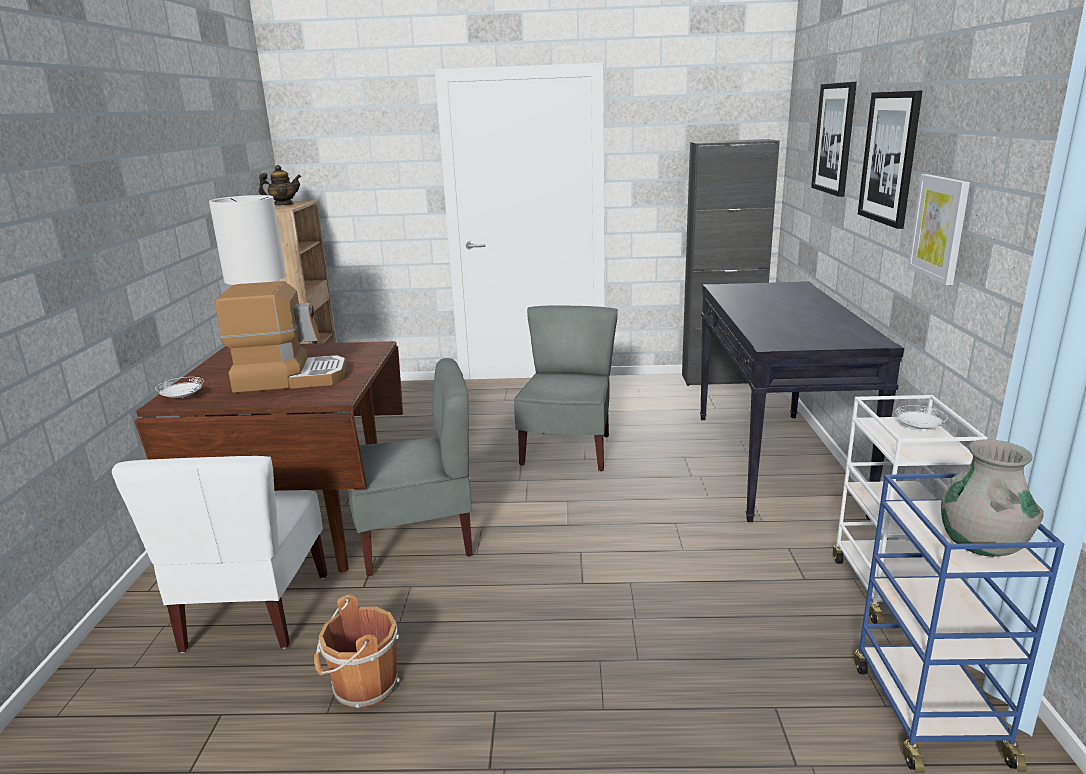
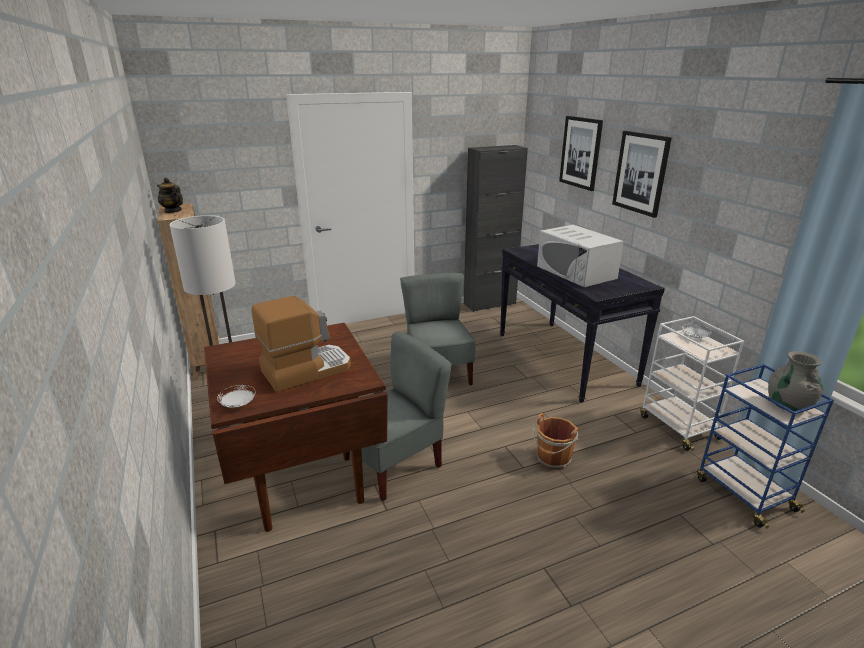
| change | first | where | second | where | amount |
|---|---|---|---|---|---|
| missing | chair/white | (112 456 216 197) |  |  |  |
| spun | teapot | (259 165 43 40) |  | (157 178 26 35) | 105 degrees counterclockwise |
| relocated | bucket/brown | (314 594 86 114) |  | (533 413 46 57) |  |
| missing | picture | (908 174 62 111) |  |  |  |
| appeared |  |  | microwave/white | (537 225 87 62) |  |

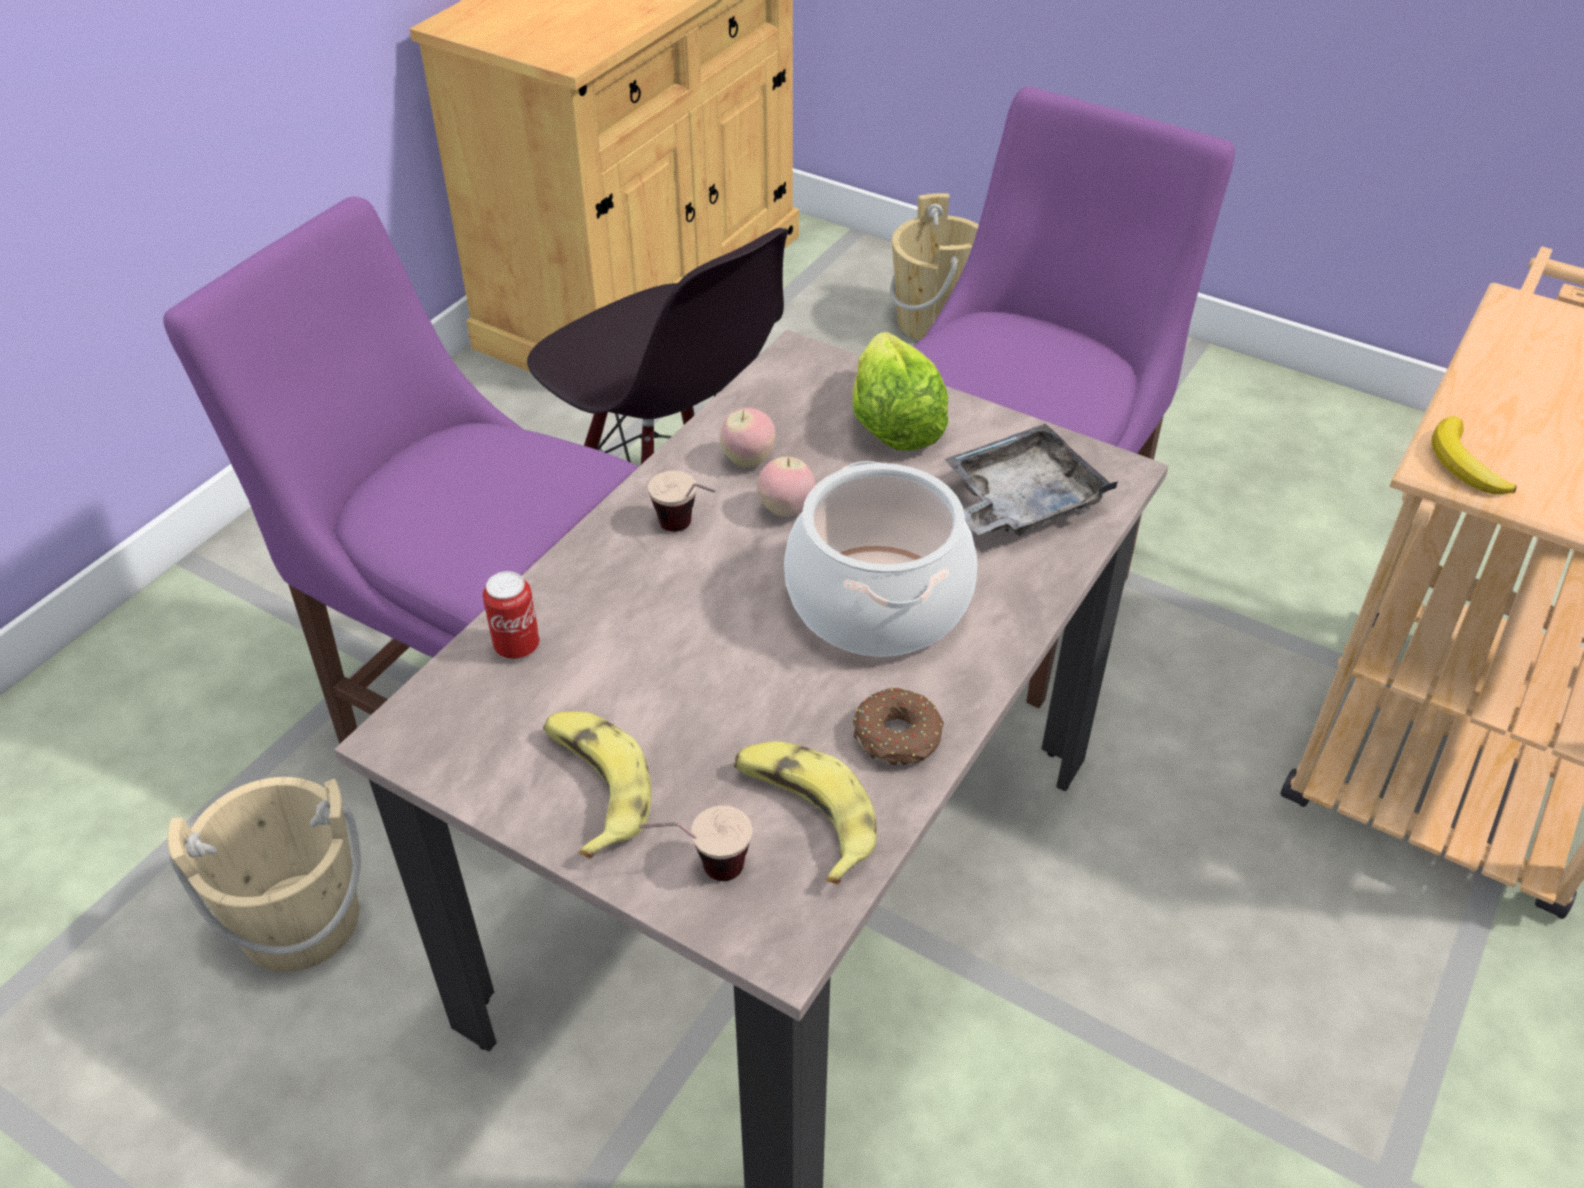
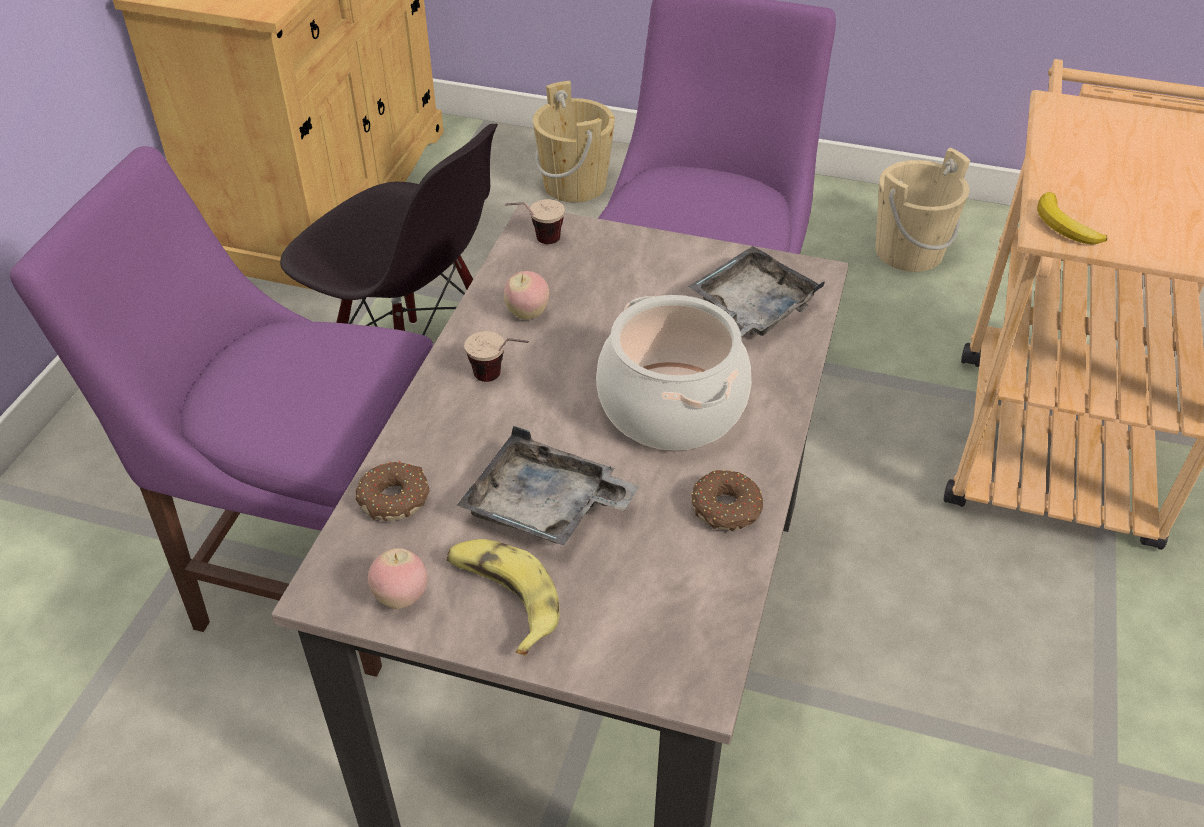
| change | first | where | second | where | amount |
|---|---|---|---|---|---|
| relocated | bucket/beige | (168 777 193 195) |  | (876 148 94 124) |  |
| exchanged | can | (483 571 57 89) | donut | (356 461 74 60) |  |
| relocated | cup | (639 805 114 76) |  | (505 199 60 45) |  |
| missing | banana | (734 741 143 144) |  |  |  |
| relocated | apple | (757 457 58 60) |  | (368 548 59 61) |  |
| missing | lettuce | (853 332 96 119) |  |  |  |
| appeared |  |  | tray/grey | (457 426 182 119) |  |

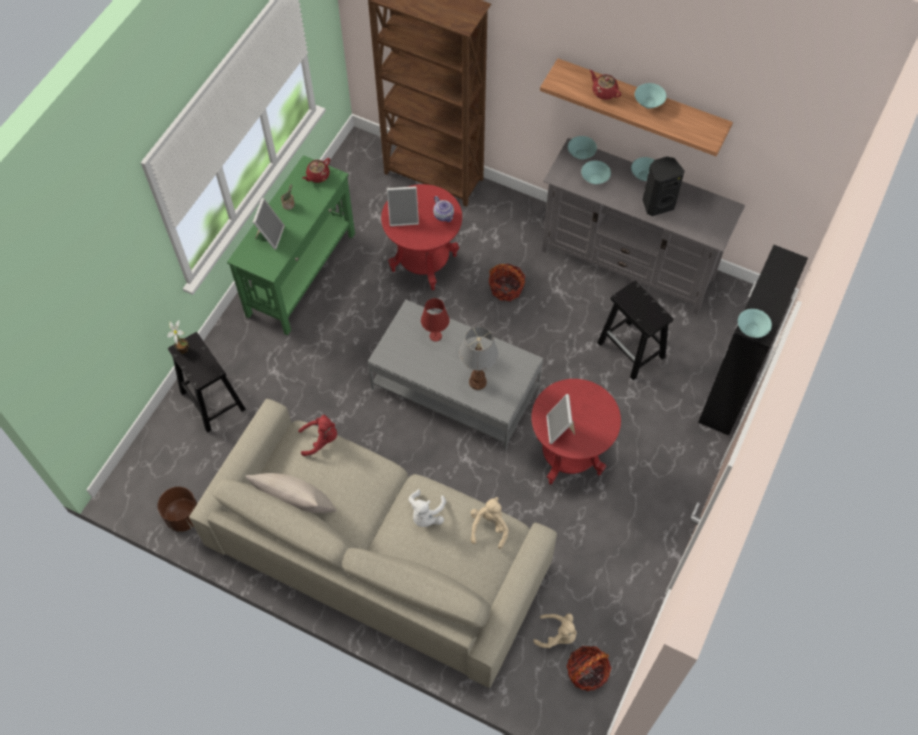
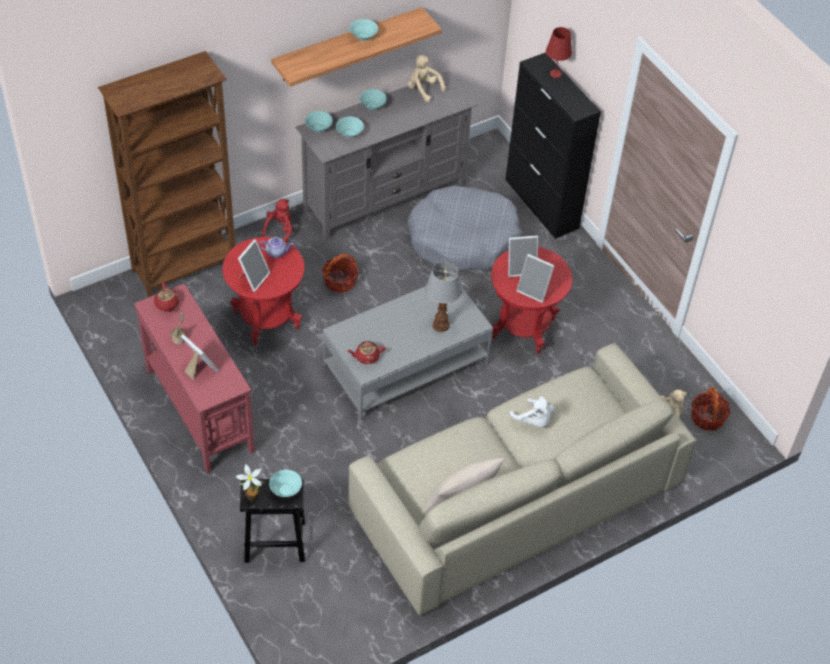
| change | first | where | second | where | amount |
|---|---|---|---|---|---|
| missing | planter/brown | (158 487 39 45) |  |  |  |
| colour | console table/green | (227 155 128 181) | console table/red | (134 284 121 189) |  |
| relocated | plush toy/red | (298 415 39 41) |  | (262 199 30 42) |  |
| relocated | table lamp/red | (421 298 28 44) |  | (546 27 26 51) |  |
| relocated | plush toy/beige | (471 497 38 52) |  | (408 55 38 47) |  |
| relocated | teapot/red | (590 70 31 30) |  | (347 341 39 23) |  |
| exchanged | stool/black | (597 281 76 99) | dog bed/grey | (407 185 115 85) |  |
| missing | speaker/black | (643 157 41 59) |  |  |  |
| relocated | bowl/turquoise | (738 309 34 29) |  | (269 470 33 27) |  |
| appeared |  |  | picture frame | (508 235 30 42) |  |

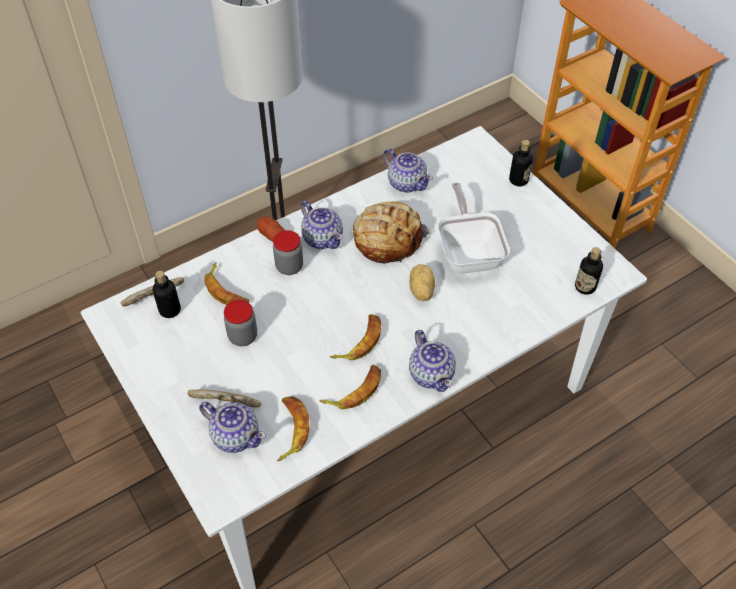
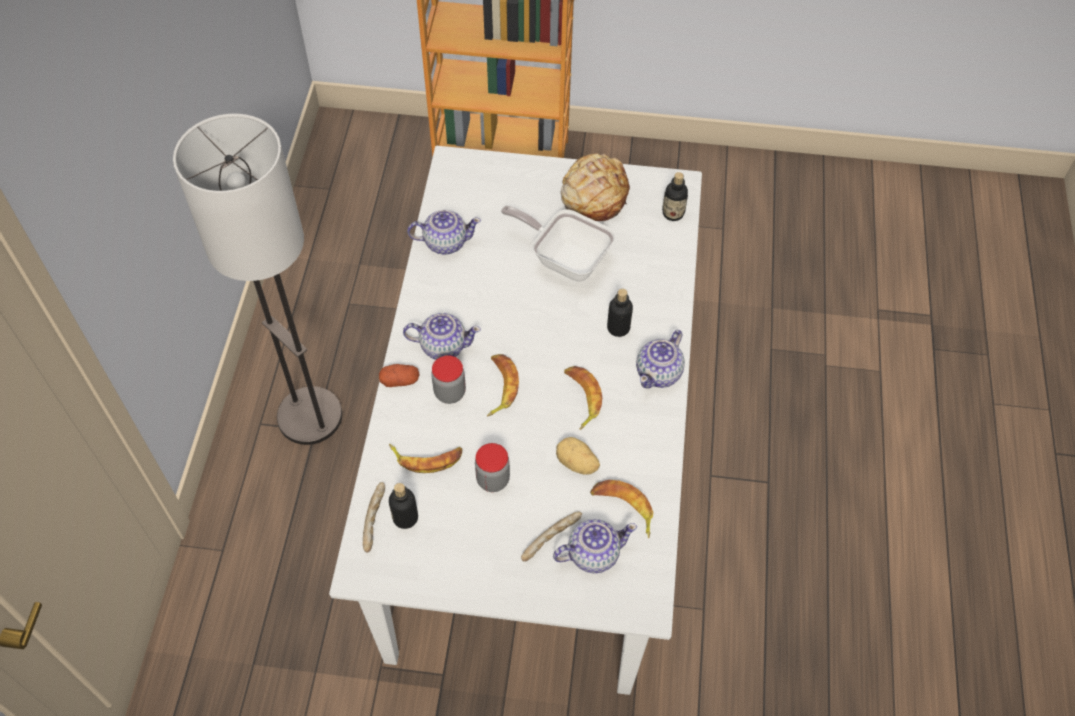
| change | first | where | second | where | amount |
|---|---|---|---|---|---|
| relocated | banana | (319 365 62 44) |  | (487 354 32 62) |  |
| relocated | bread | (353 201 79 63) |  | (561 153 69 68) |  |
| spun | teapot | (409 330 47 62) |  | (636 330 49 59) | 105 degrees clockwise |
| relocated | potato | (410 264 25 37) |  | (556 437 44 38) |  |
| relocated | bottle | (509 140 24 46) |  | (607 289 26 48) |  |

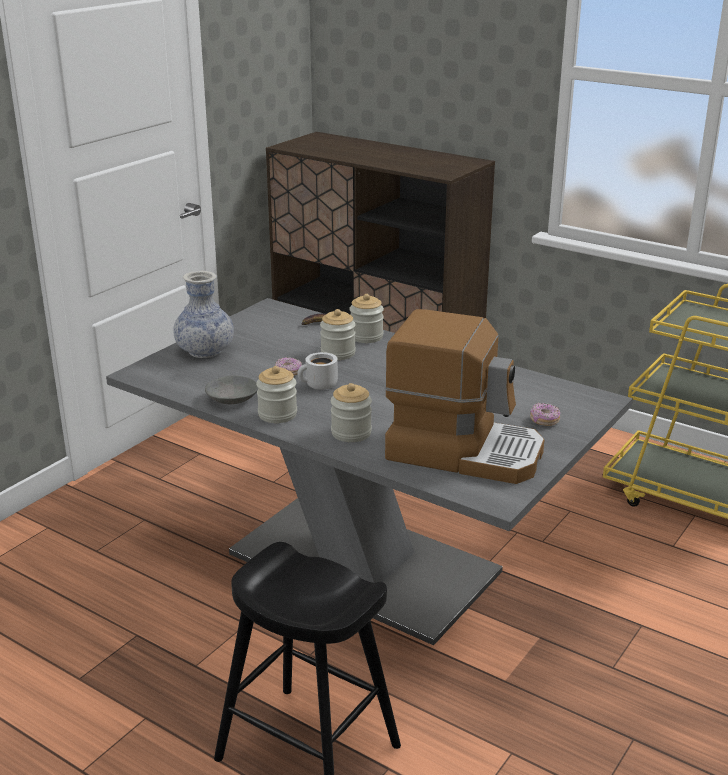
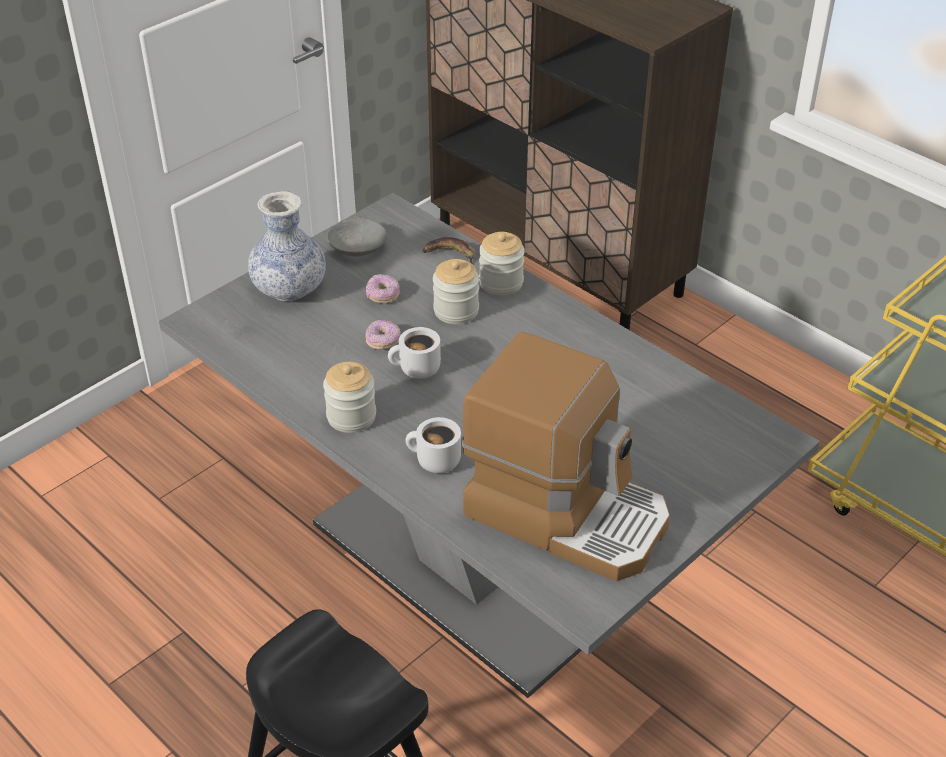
| change | first | where | second | where | amount |
|---|---|---|---|---|---|
| relocated | bowl/grey | (205 375 53 29) |  | (327 218 60 38) |  |
| exchanged | jar | (331 383 41 59) | mug/white | (406 417 55 56) |  |
| relocated | donut | (530 403 30 23) |  | (366 274 34 30) |  |

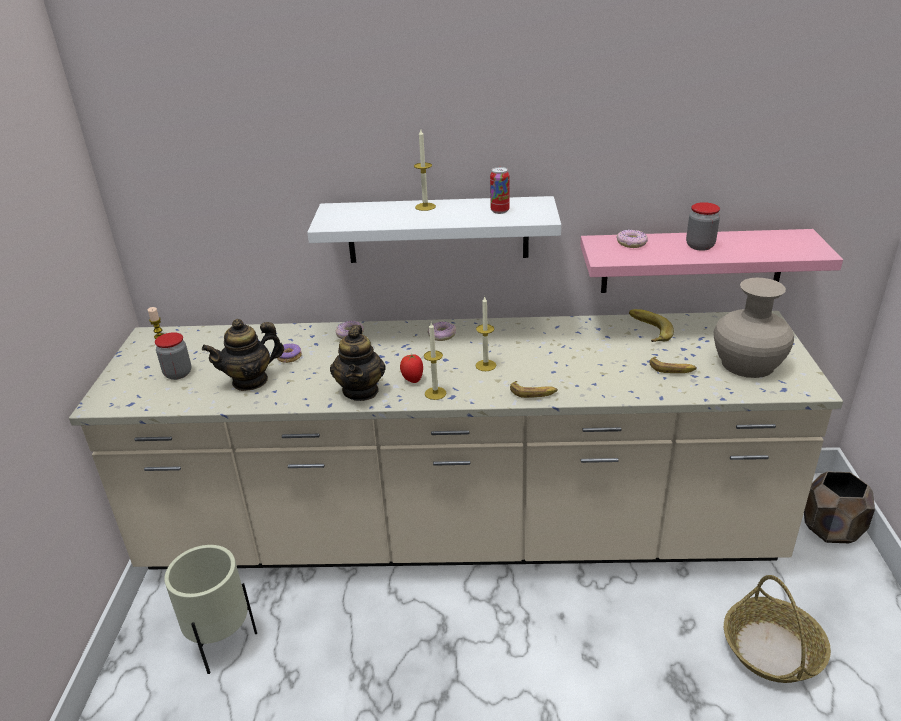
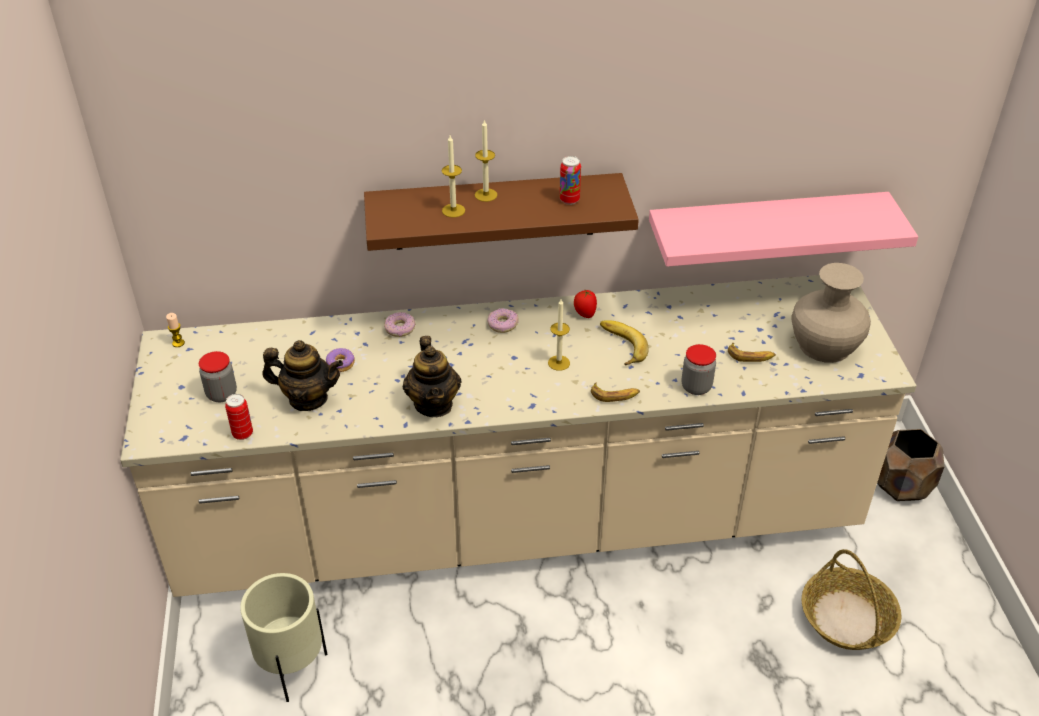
| change | first | where | second | where | amount |
|---|---|---|---|---|---|
| spun | teapot | (202 319 82 72) |  | (262 340 81 71) | 135 degrees counterclockwise |
| colour | shelf/white | (307 196 254 67) | shelf/brown | (364 173 275 78) |  |
| relocated | tomato | (400 354 23 29) |  | (574 290 23 28) |  |
| relocated | candle | (424 322 23 78) |  | (442 135 23 83) |  |
| missing | donut | (616 230 32 18) |  |  |  |
| relocated | banana | (629 309 45 33) |  | (600 320 49 45) |  |
| relocated | jar | (686 202 34 49) |  | (682 344 34 51) |  |
| appeared |  |  | can | (225 394 28 46) |  |

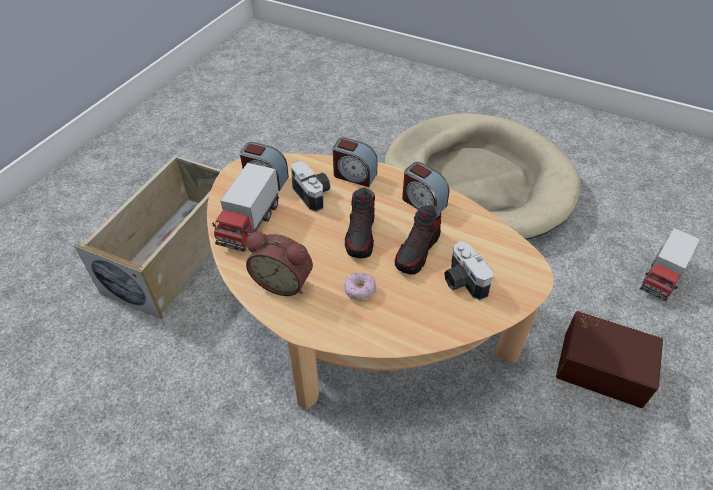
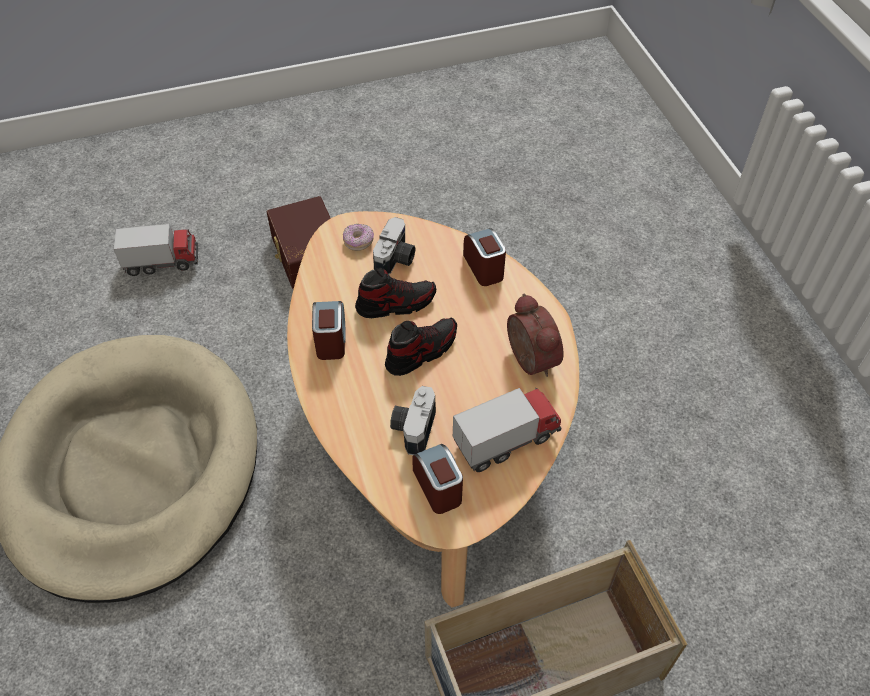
| change | first | where | second | where | amount |
|---|---|---|---|---|---|
| relocated | alarm clock | (333 138 45 49) |  | (463 228 43 58) |  |
| relocated | donut | (344 273 32 28) |  | (343 223 31 28) |  |

